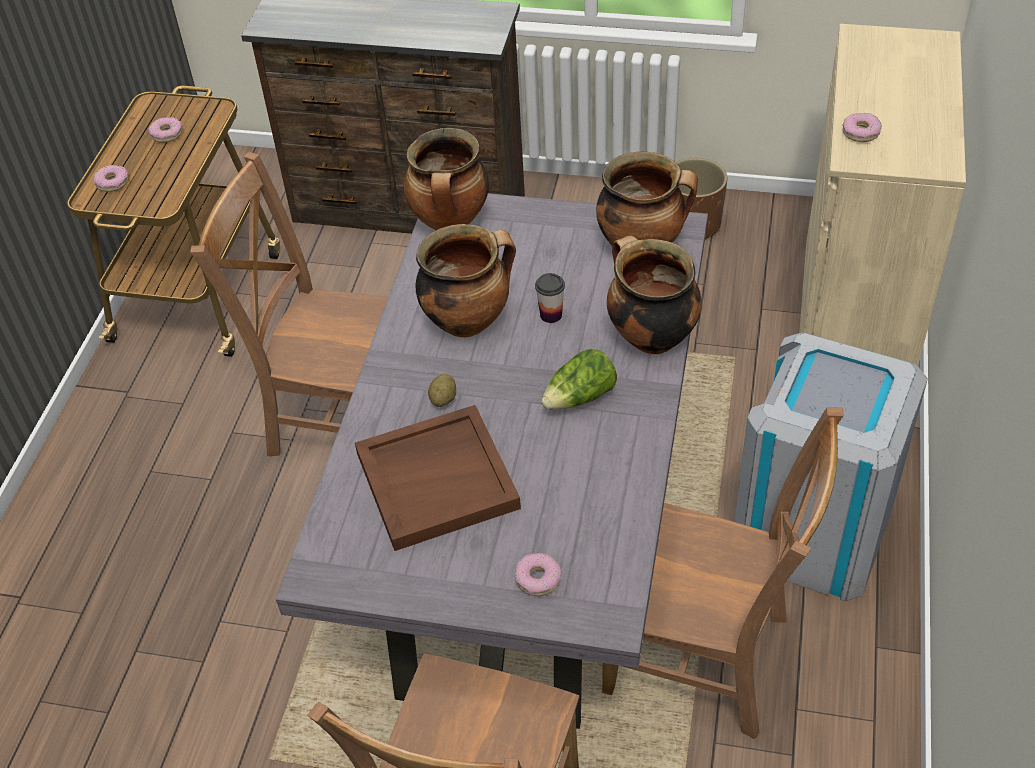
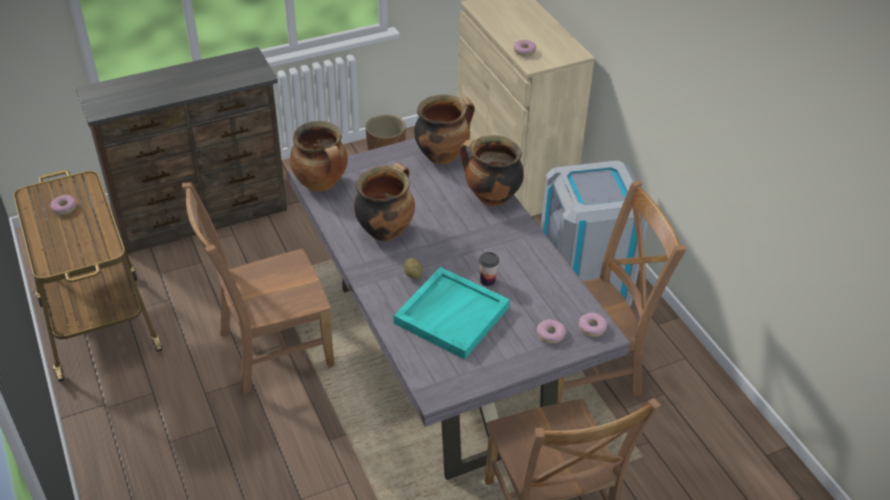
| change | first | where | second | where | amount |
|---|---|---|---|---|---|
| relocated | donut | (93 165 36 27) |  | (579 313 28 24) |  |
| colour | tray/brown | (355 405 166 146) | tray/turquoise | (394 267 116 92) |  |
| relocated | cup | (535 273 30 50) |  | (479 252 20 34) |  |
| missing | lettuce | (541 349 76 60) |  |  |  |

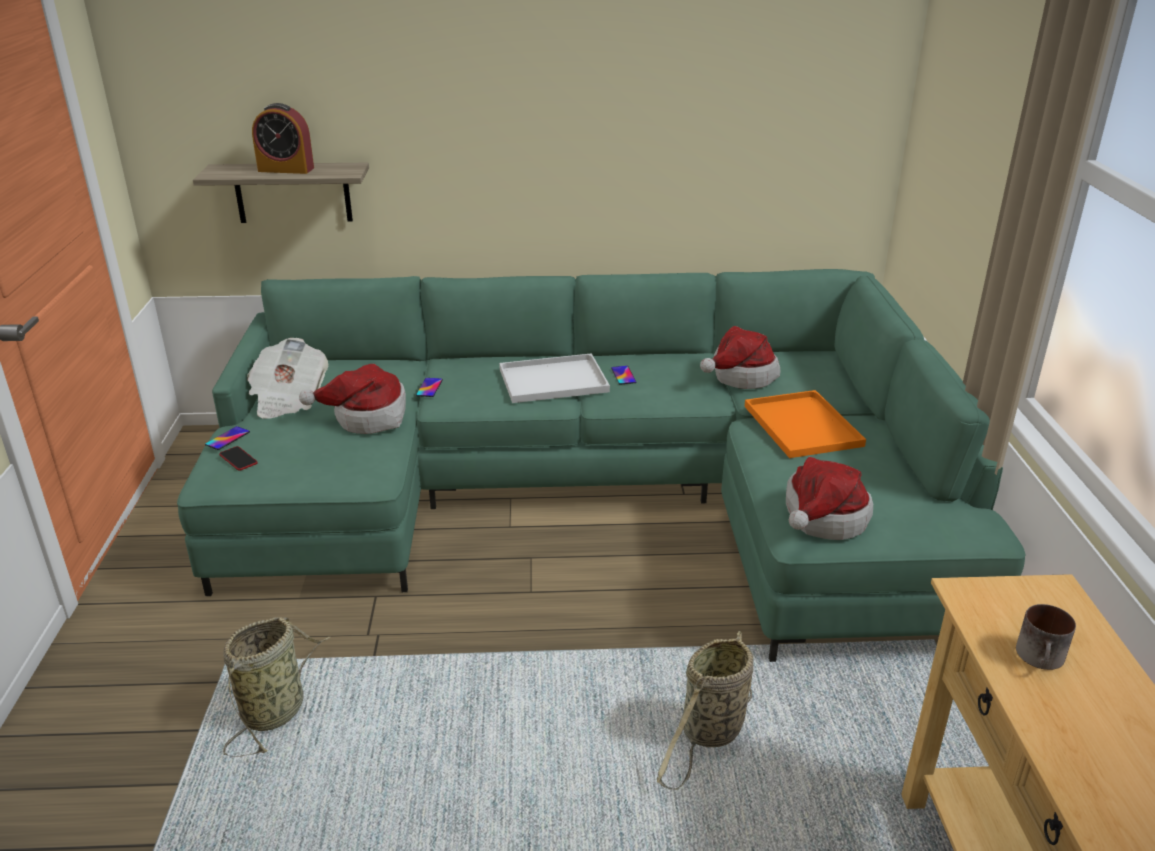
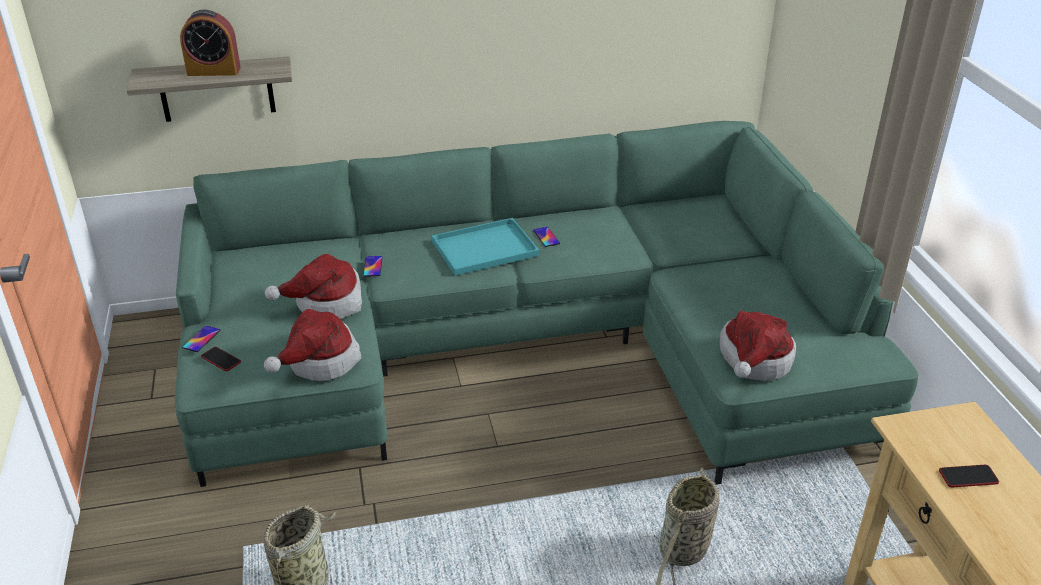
| change | first | where | second | where | amount |
|---|---|---|---|---|---|
| missing | newspaper | (247 338 82 81) |  |  |  |
| colour | tray/white | (499 353 111 50) | tray/turquoise | (432 218 107 58) |  |
| relocated | hat | (700 326 81 63) |  | (264 309 98 72) |  |
| missing | tray/orange | (744 390 122 68) |  |  |  |
| exchanged | mug | (1016 604 60 66) | phone | (939 465 60 22) |  |

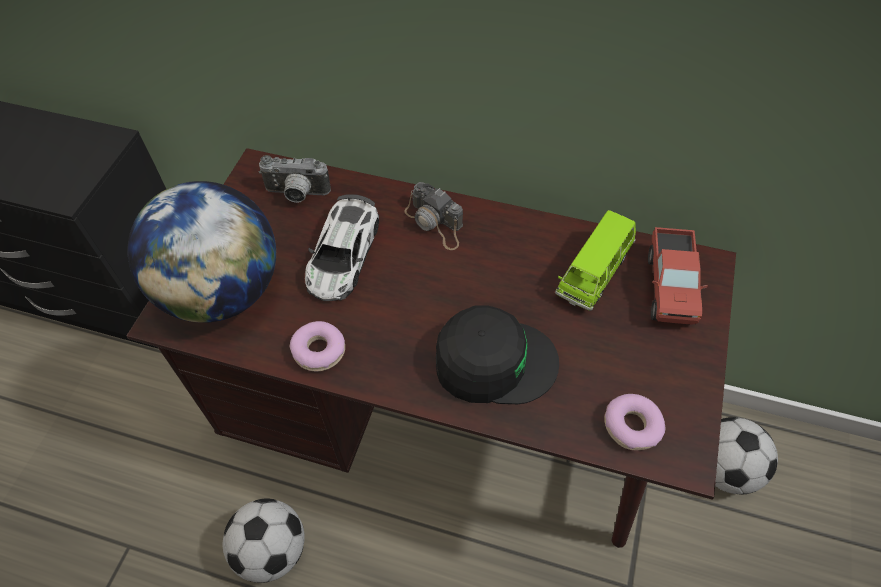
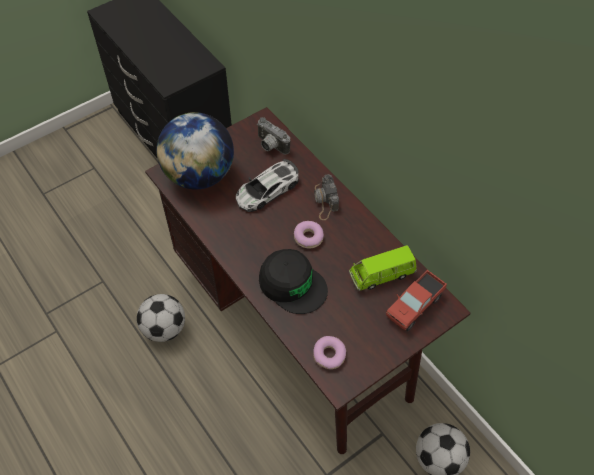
| change | first | where | second | where | amount |
|---|---|---|---|---|---|
| relocated | donut | (290 321 55 51) |  | (294 221 30 27) |  |

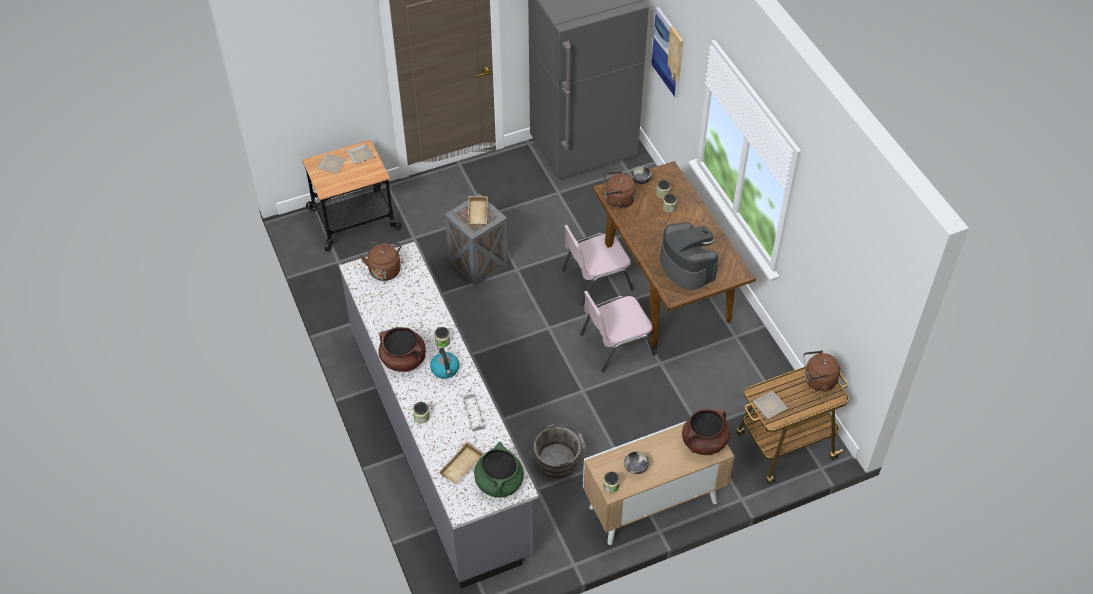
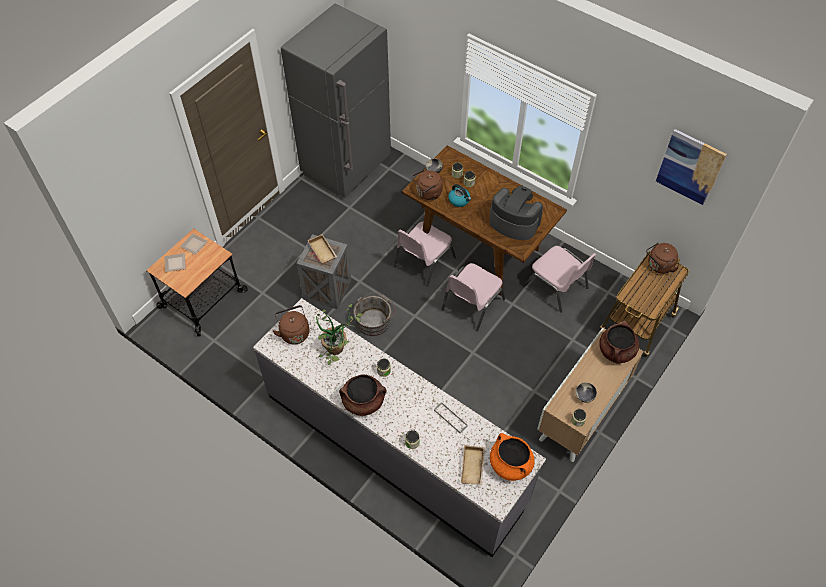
| change | first | where | second | where | amount |
|---|---|---|---|---|---|
| relocated | kettle | (430 348 29 31) |  | (448 184 23 23) |  |
| colour | cooking pot/green | (474 442 50 56) | cooking pot/orange | (490 433 45 48) |  |
| relocated | bucket/grey | (533 424 53 54) |  | (353 292 43 44) |  |
| relocated | picture | (651 7 33 91) |  | (656 129 71 77) |  |
| missing | plate | (753 390 35 29) |  |  |  |
| appeared |  |  | potted plant | (316 304 46 61) |  |
| appeared |  |  | chair/pink | (524 246 72 67) |  |

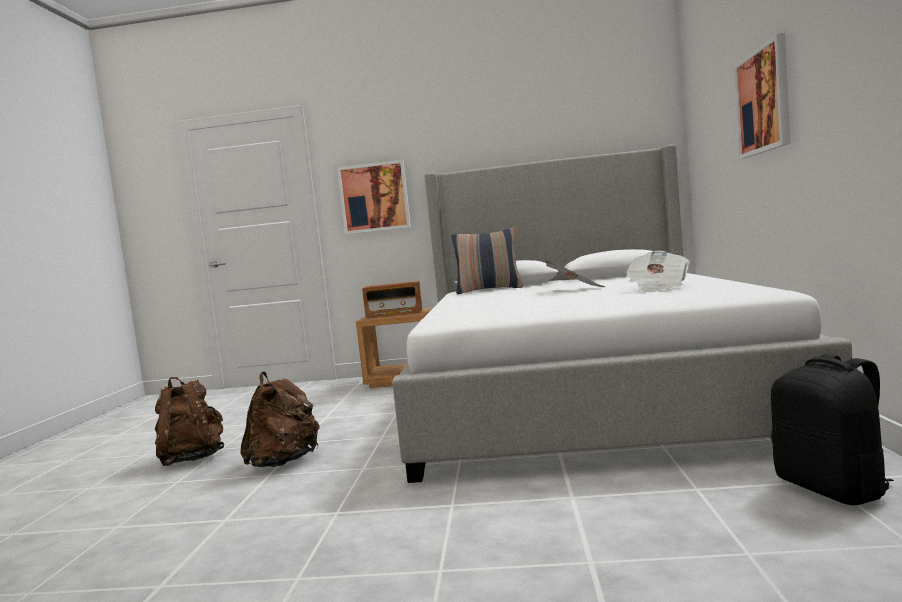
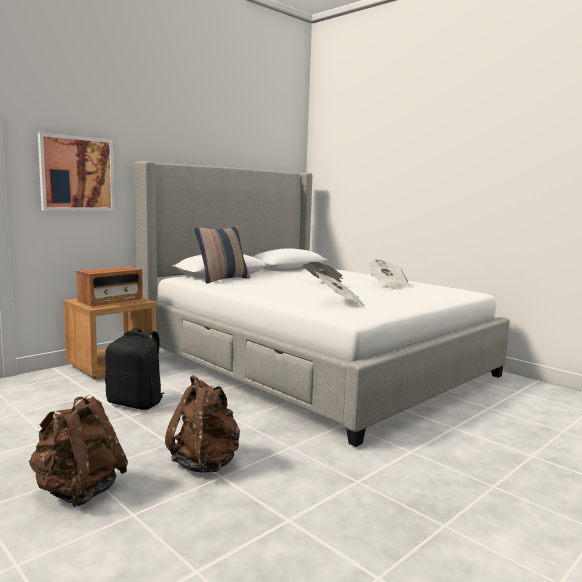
| change | first | where | second | where | amount |
|---|---|---|---|---|---|
| missing | picture | (734 33 57 126) |  |  |  |
| relocated | backpack/black | (771 354 123 151) |  | (105 328 59 82) |  |
| appeared |  |  | newspaper | (314 271 50 34) |  |

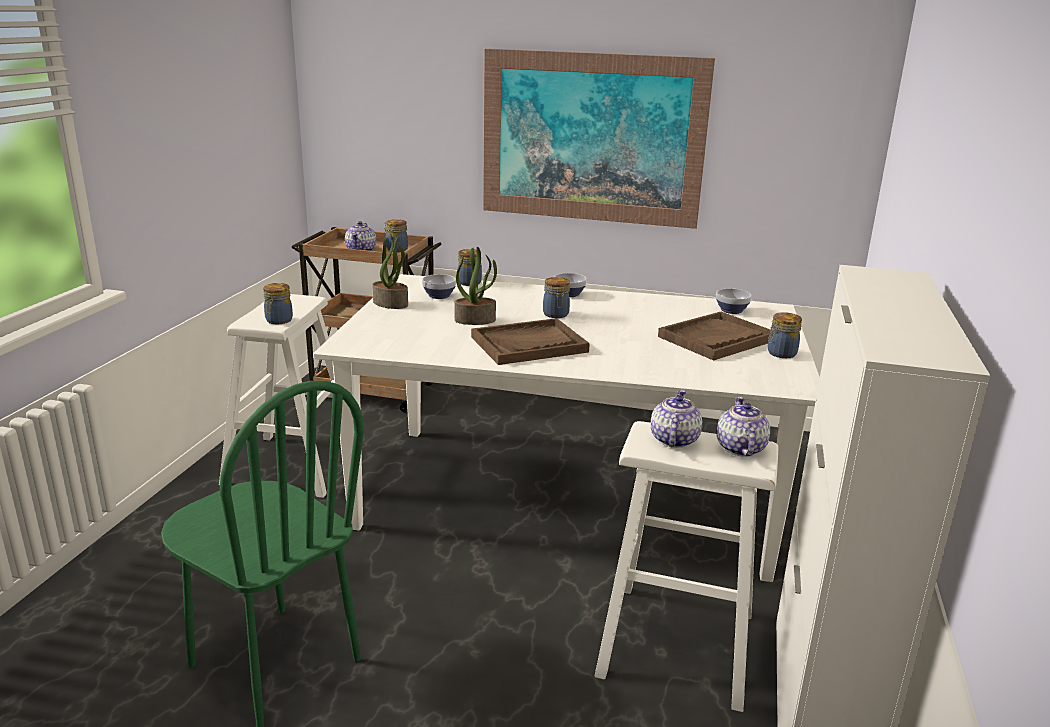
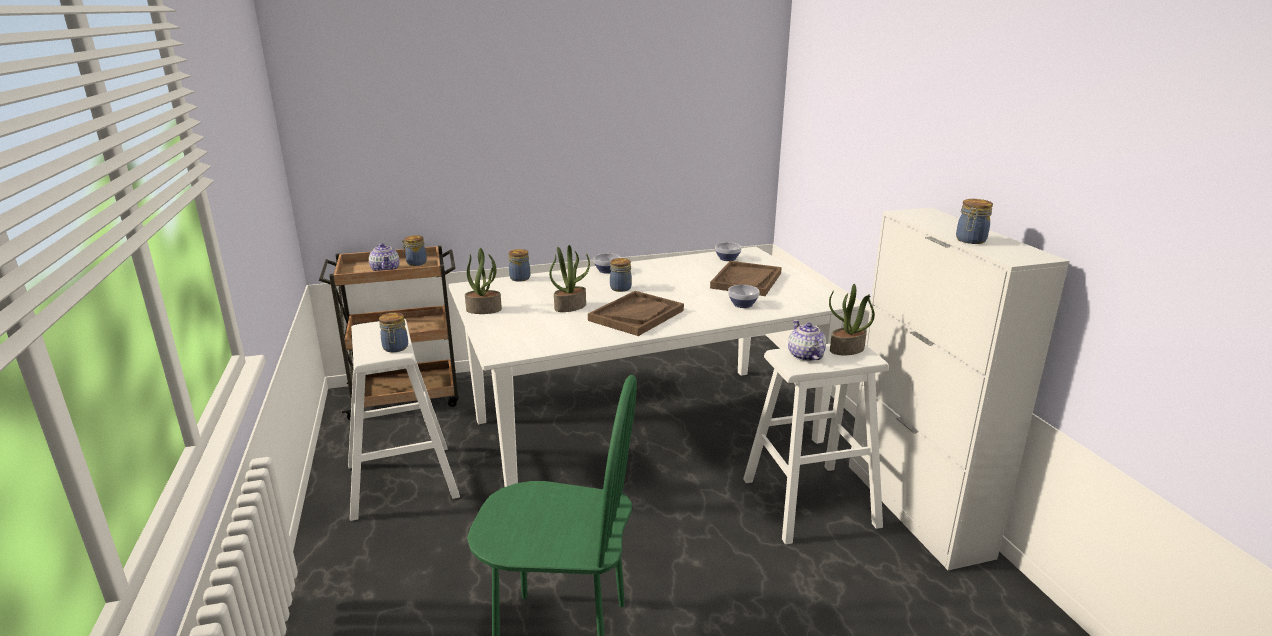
| change | first | where | second | where | amount |
|---|---|---|---|---|---|
| relocated | bowl | (422 274 34 25) |  | (728 285 31 23) |  |
| missing | picture | (483 48 232 181) |  |  |  |
| exchanged | teapot | (717 397 53 60) | potted plant | (829 284 46 71) |  |
| relocated | jar | (768 312 34 46) |  | (956 199 37 45) |  |

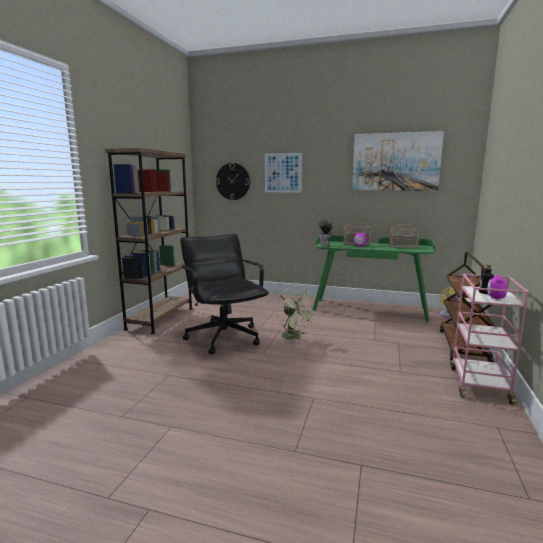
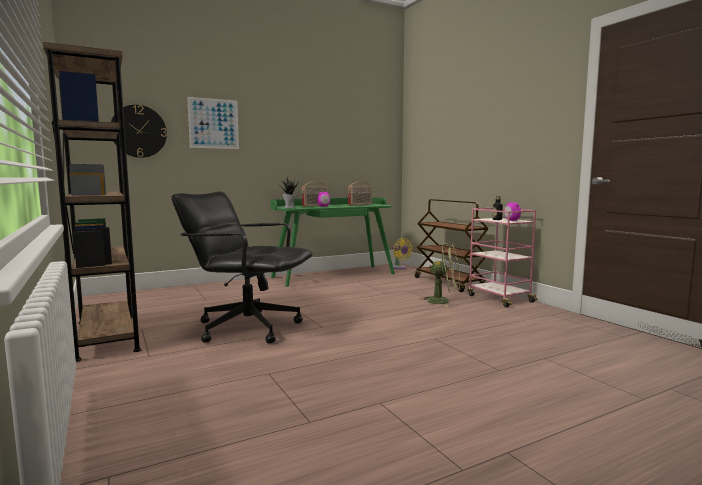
| change | first | where | second | where | amount |
|---|---|---|---|---|---|
| relocated | fan/green | (277 286 40 56) |  | (420 242 40 65) |  |
| missing | picture | (352 131 92 60) |  |  |  |

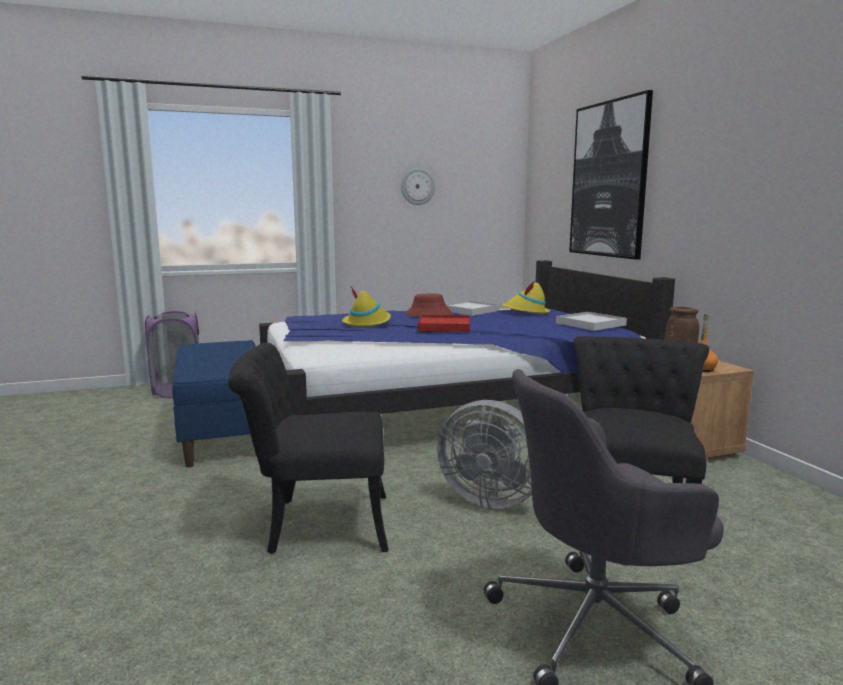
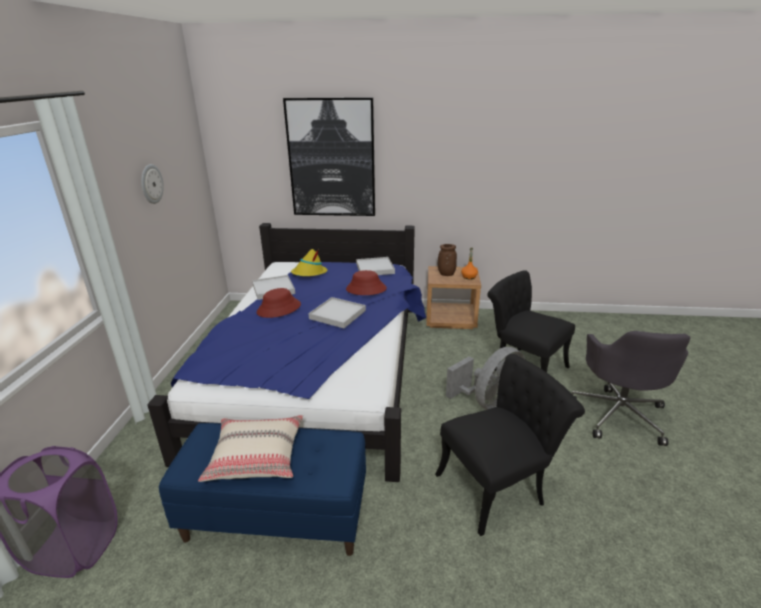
| change | first | where | second | where | amount |
|---|---|---|---|---|---|
| spun | chair/black | (228 343 160 211) |  | (435 354 150 182) | 135 degrees counterclockwise |
| missing | hat/yellow | (342 287 49 40) |  |  |  |
| colour | tray/red | (418 315 52 17) | tray/white | (308 297 58 31) |  |
| appeared |  |  | pillow/beige | (198 415 105 67) |  |
| appeared |  |  | hat/red | (346 270 41 25) |  |

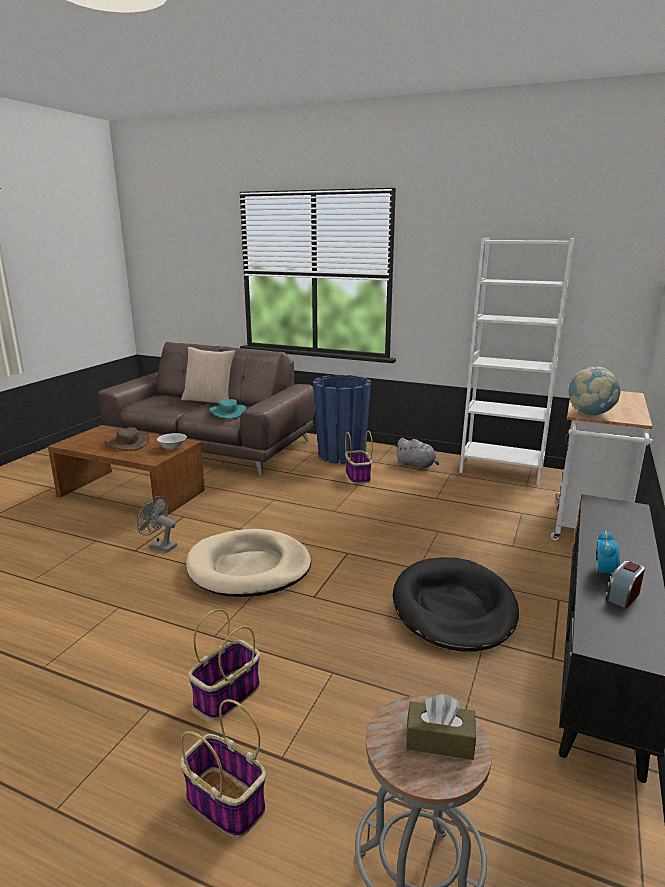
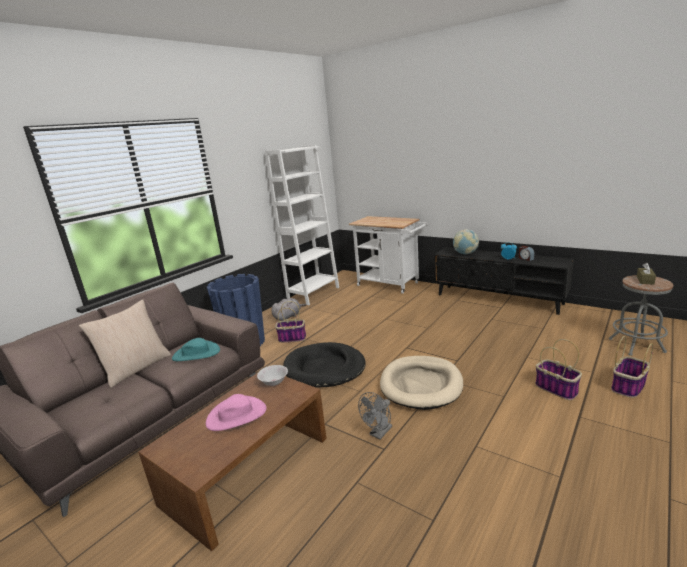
| change | first | where | second | where | amount |
|---|---|---|---|---|---|
| colour | hat/brown | (105 427 44 24) | hat/pink | (206 394 60 37) |  |
| relocated | dog bed/black | (393 557 126 95) |  | (283 342 83 45) |  |
| relocated | globe | (568 367 53 49) |  | (453 229 26 25) |  |

